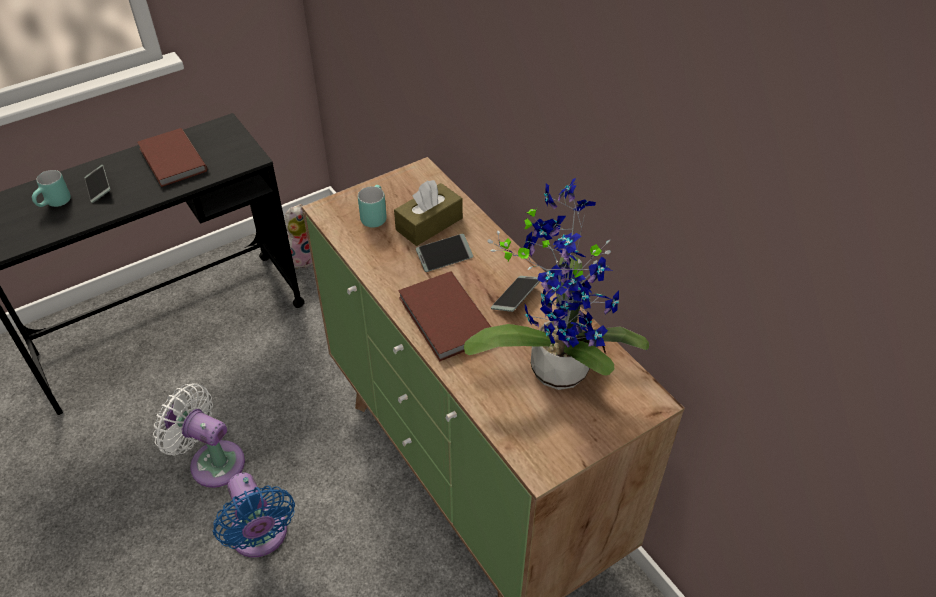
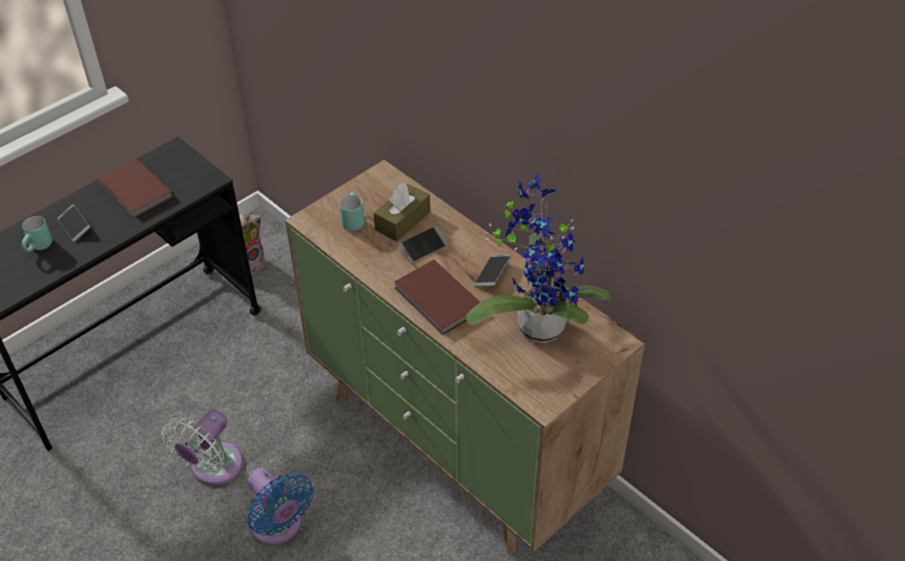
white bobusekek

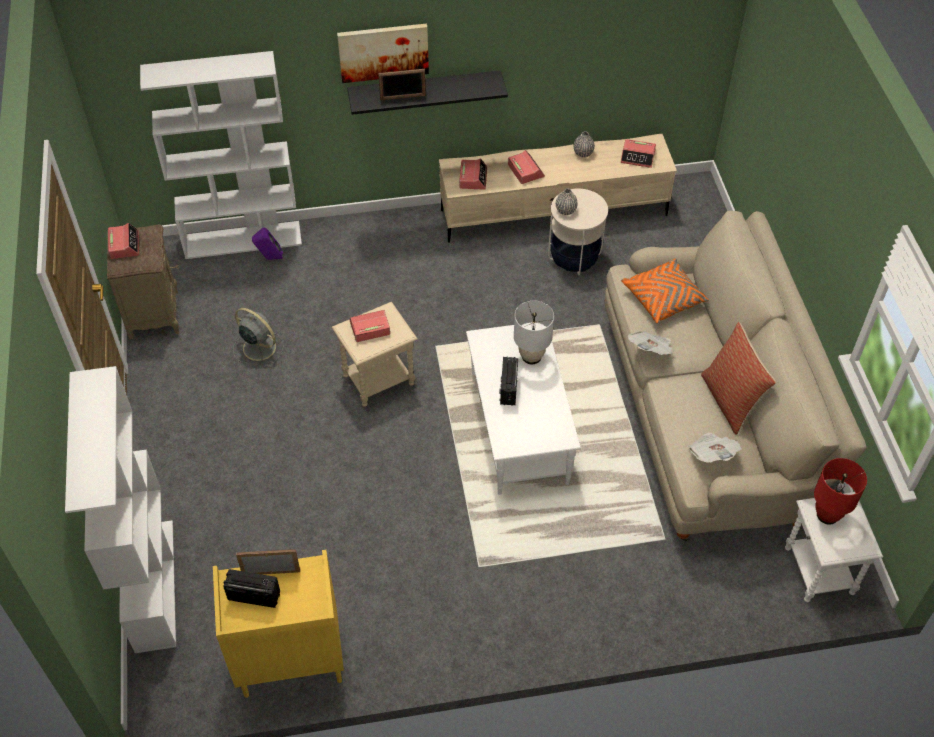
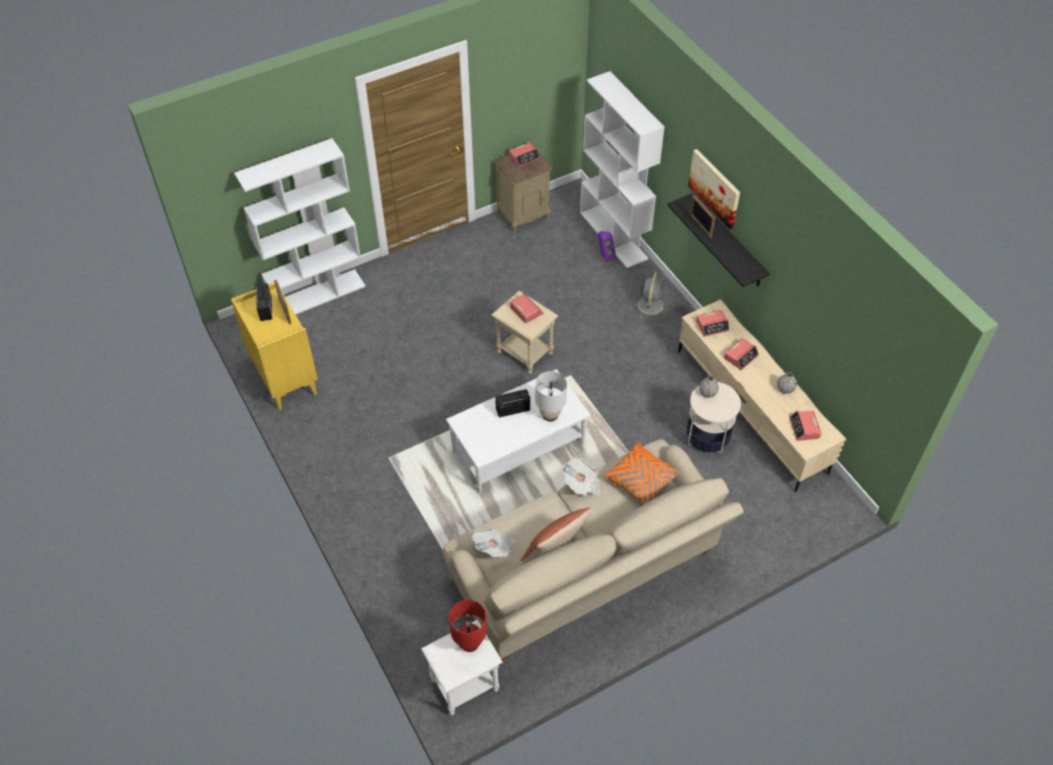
grey bobusekek

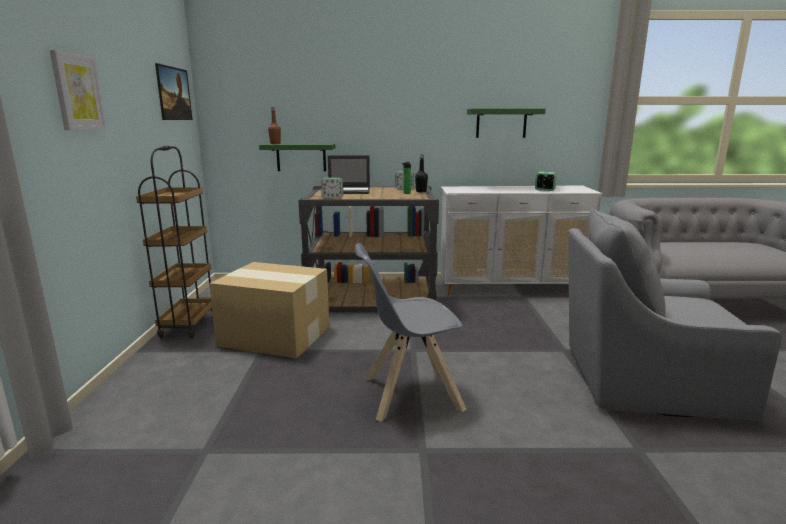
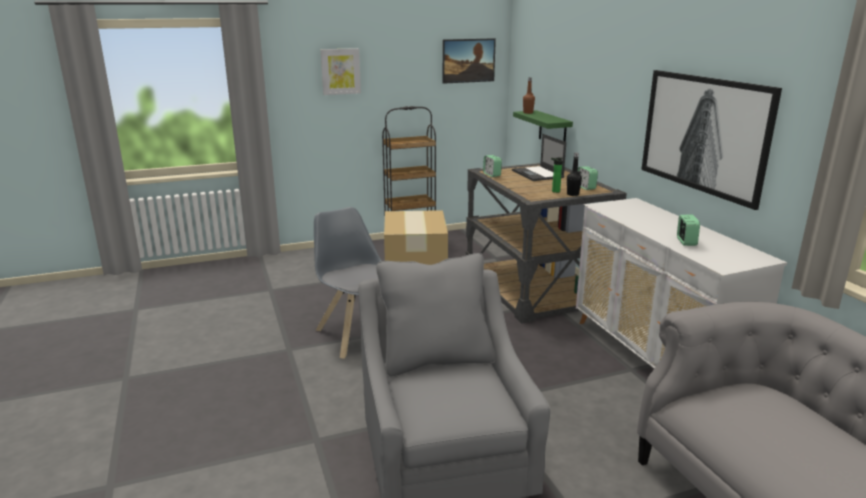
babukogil (no. 3 from left)

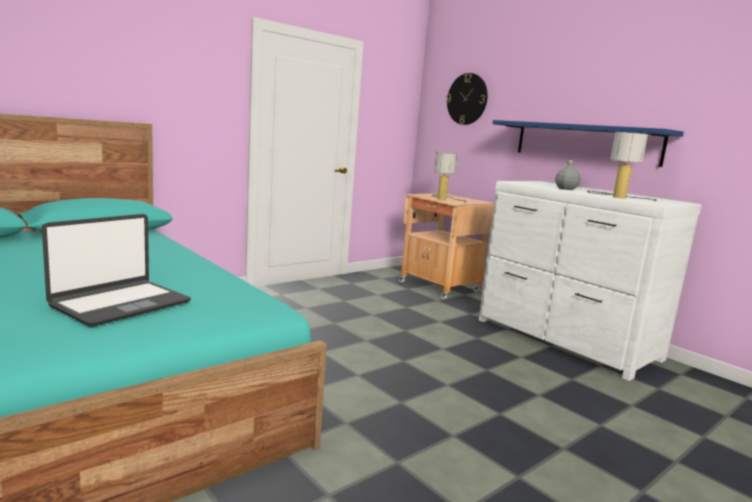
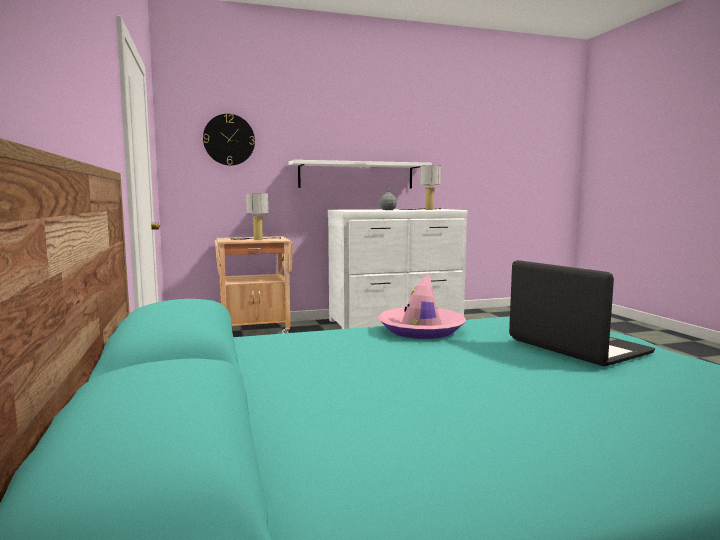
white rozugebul
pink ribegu

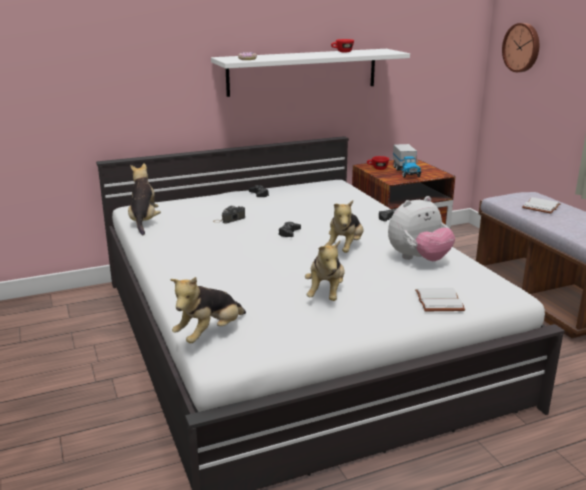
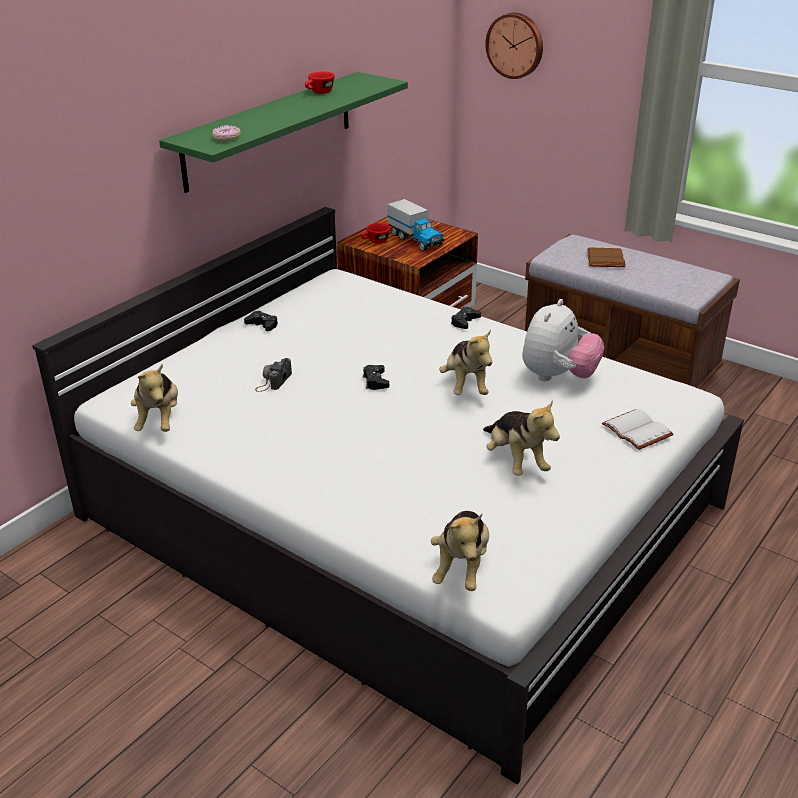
green rozugebul
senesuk (no. 1 from left)
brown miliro

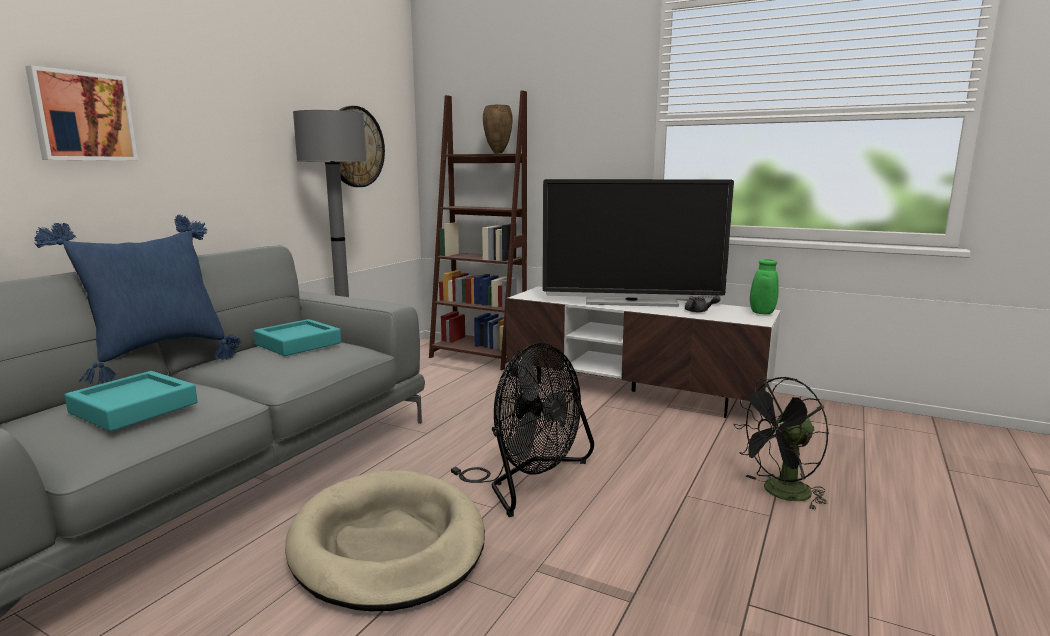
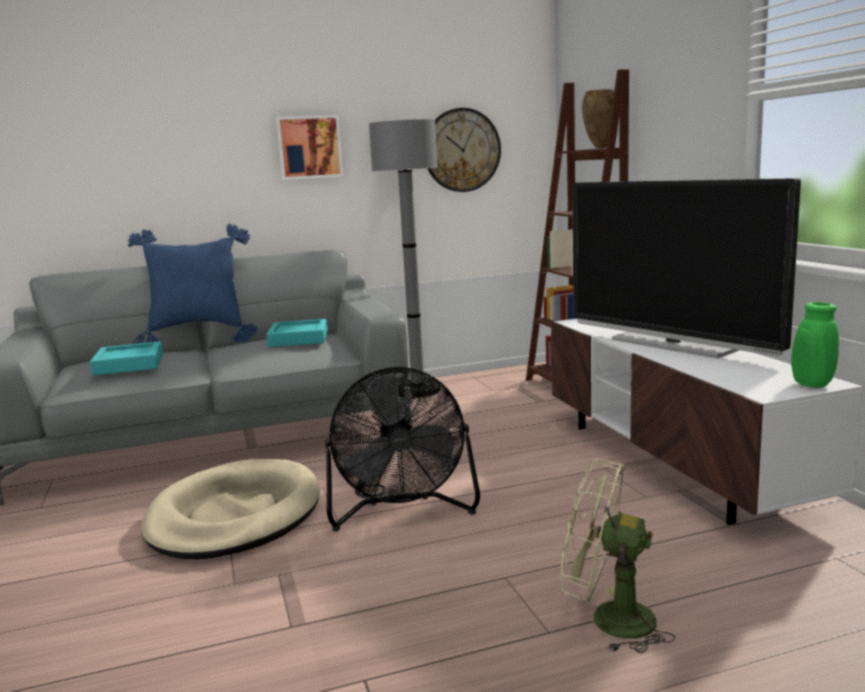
babukogil
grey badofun
green bobusekek

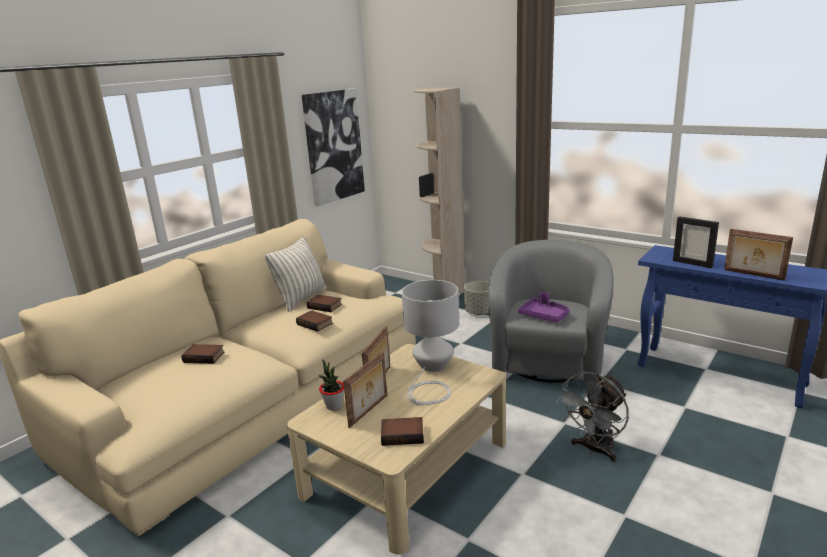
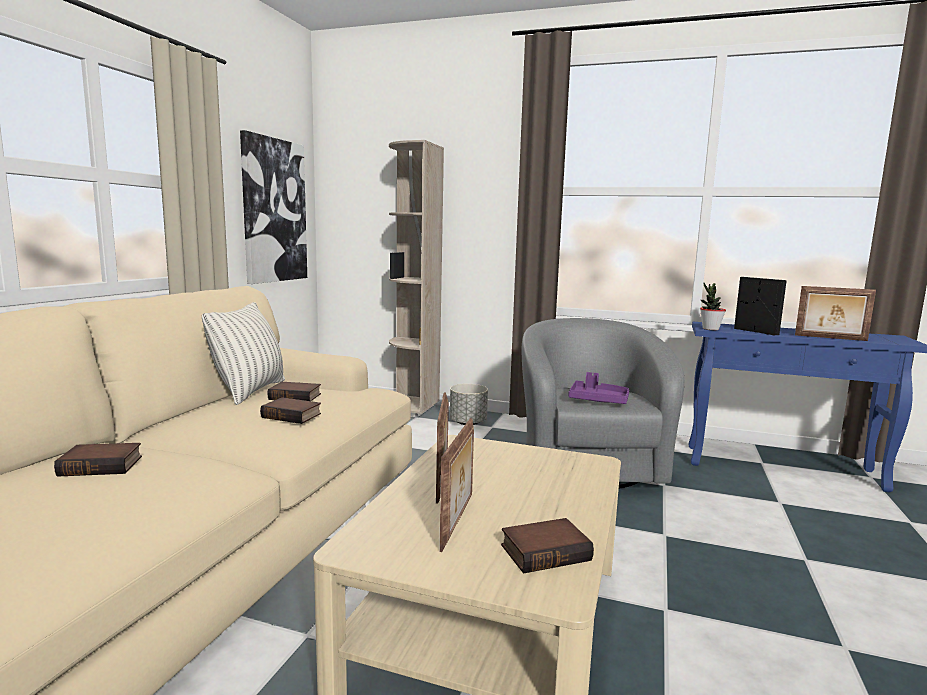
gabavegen (no. 3 from left)
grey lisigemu
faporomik
grey bobusekek

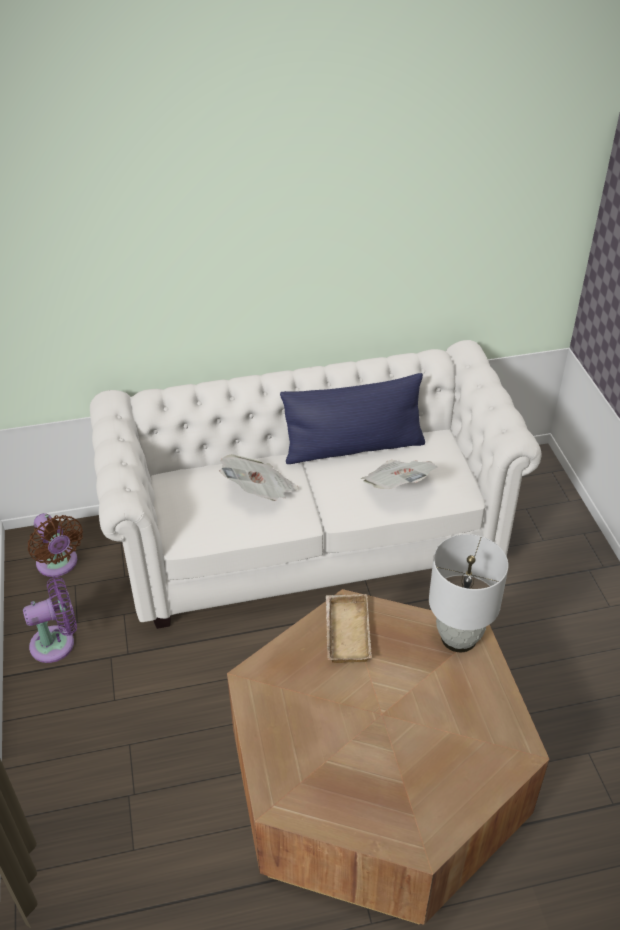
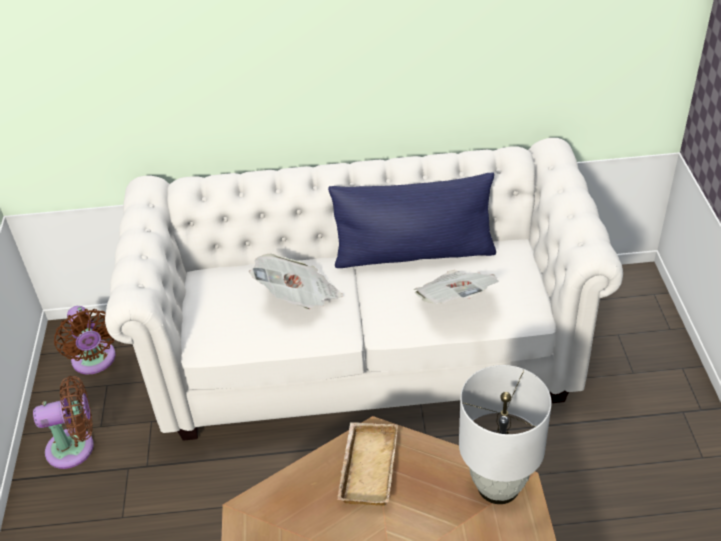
brown bobusekek (no. 1 from left)

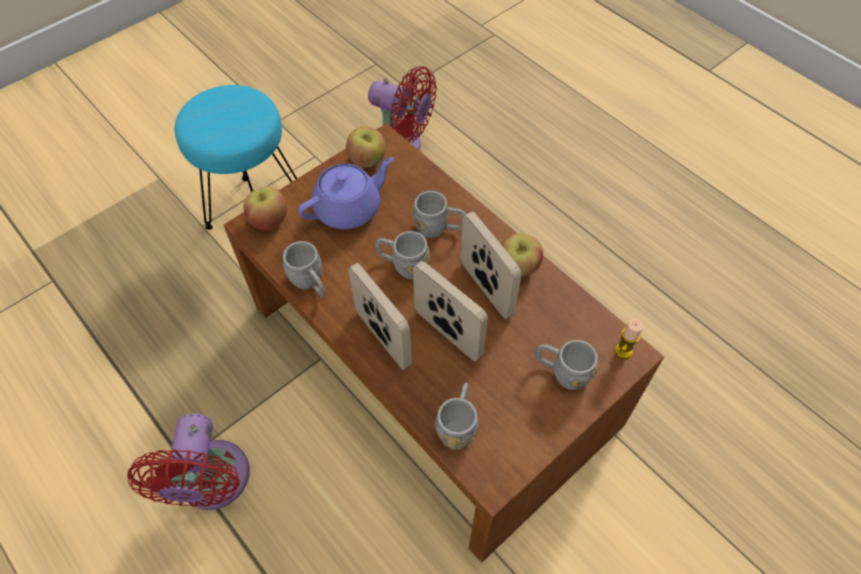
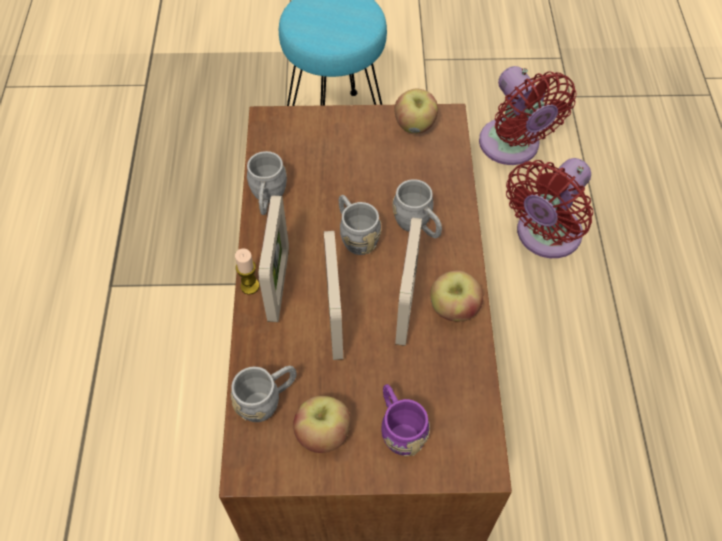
purple badofun
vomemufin (no. 1 from left)
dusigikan
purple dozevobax
red bobusekek (no. 2 from left)

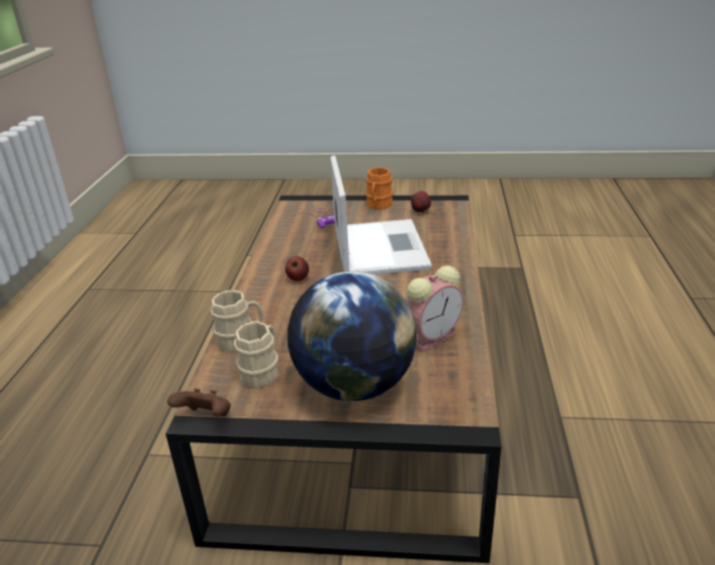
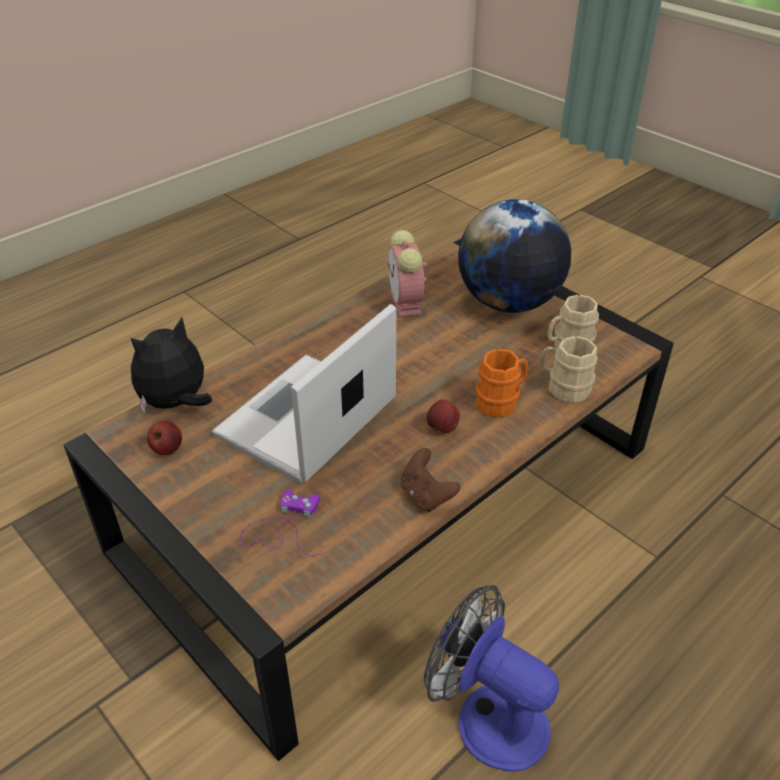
orange dozevobax
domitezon
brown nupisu
senesuk
bobusekek

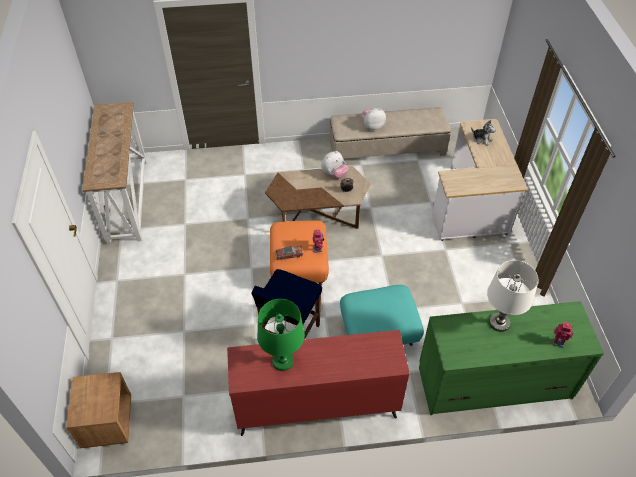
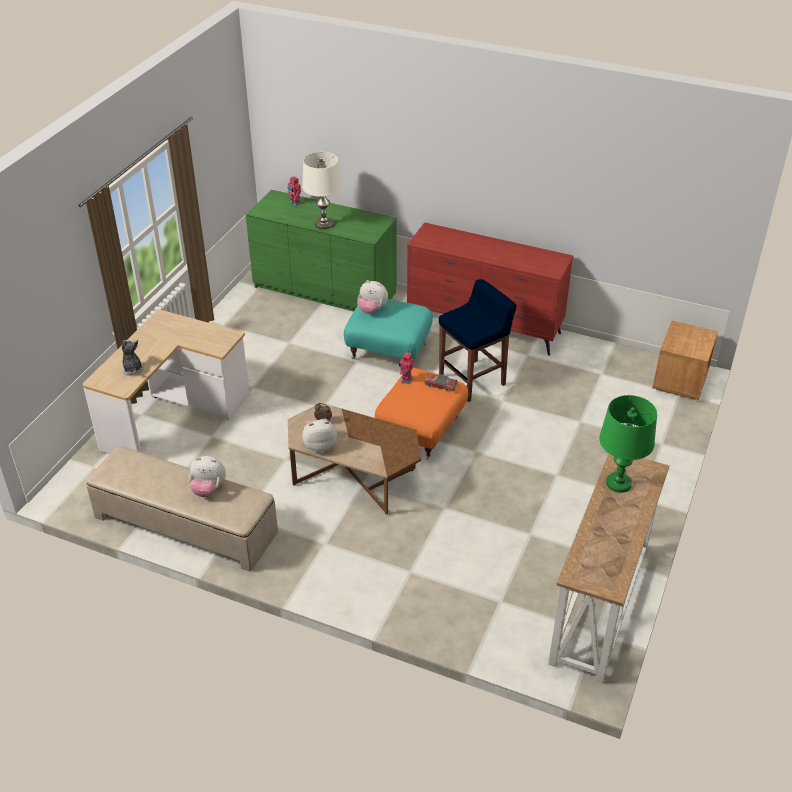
green lisigemu
senesuk (no. 4 from left)

